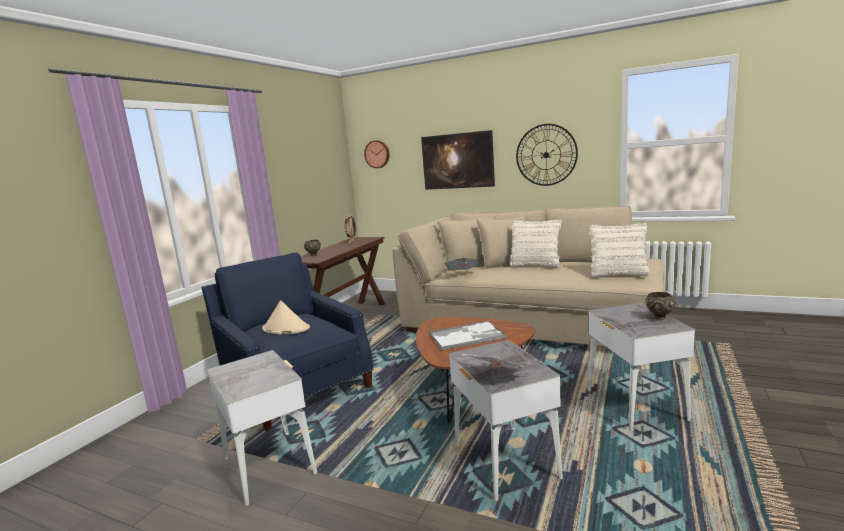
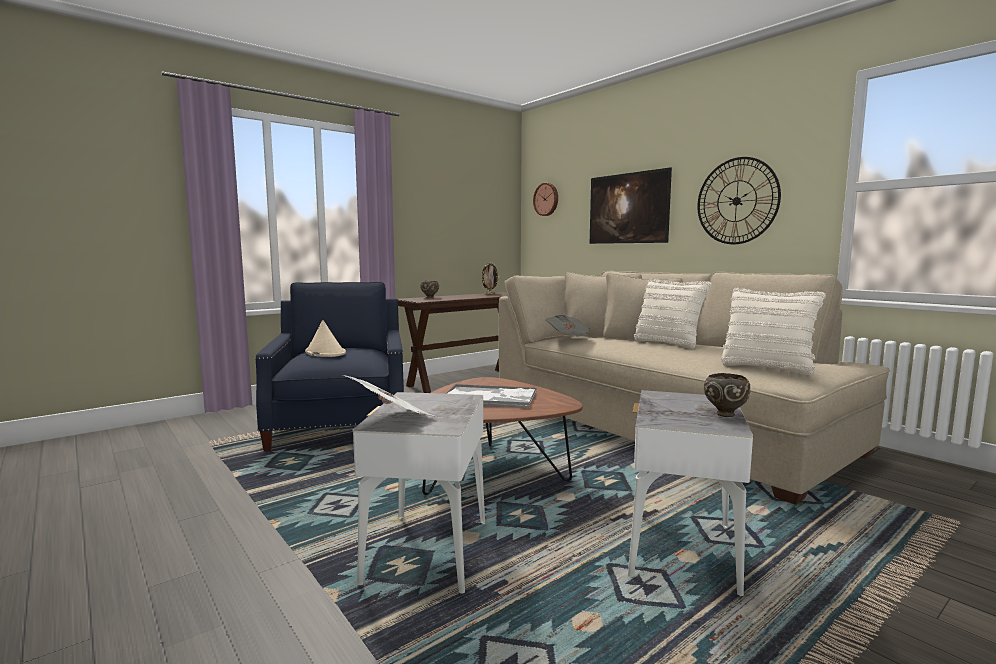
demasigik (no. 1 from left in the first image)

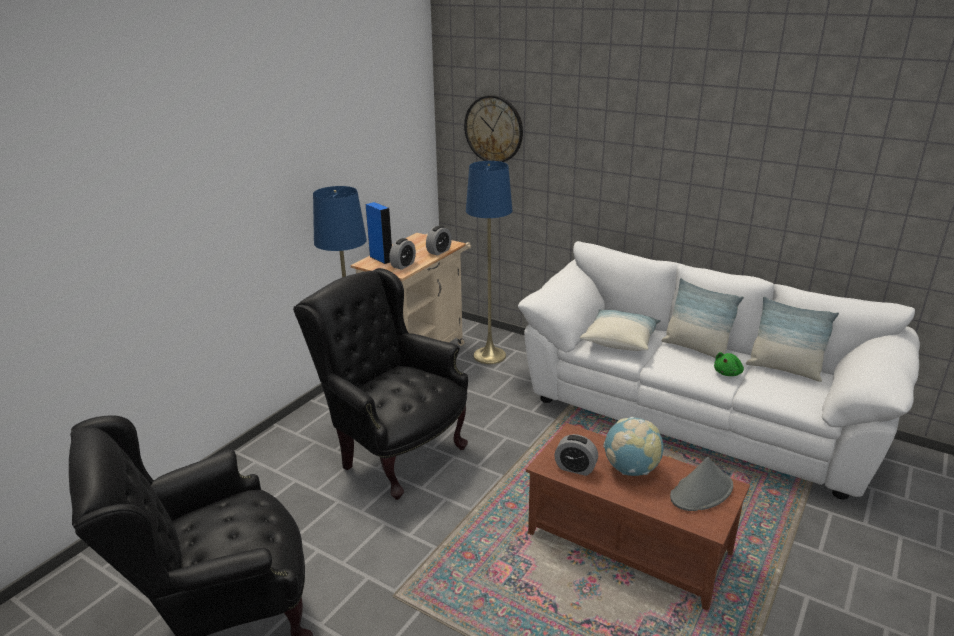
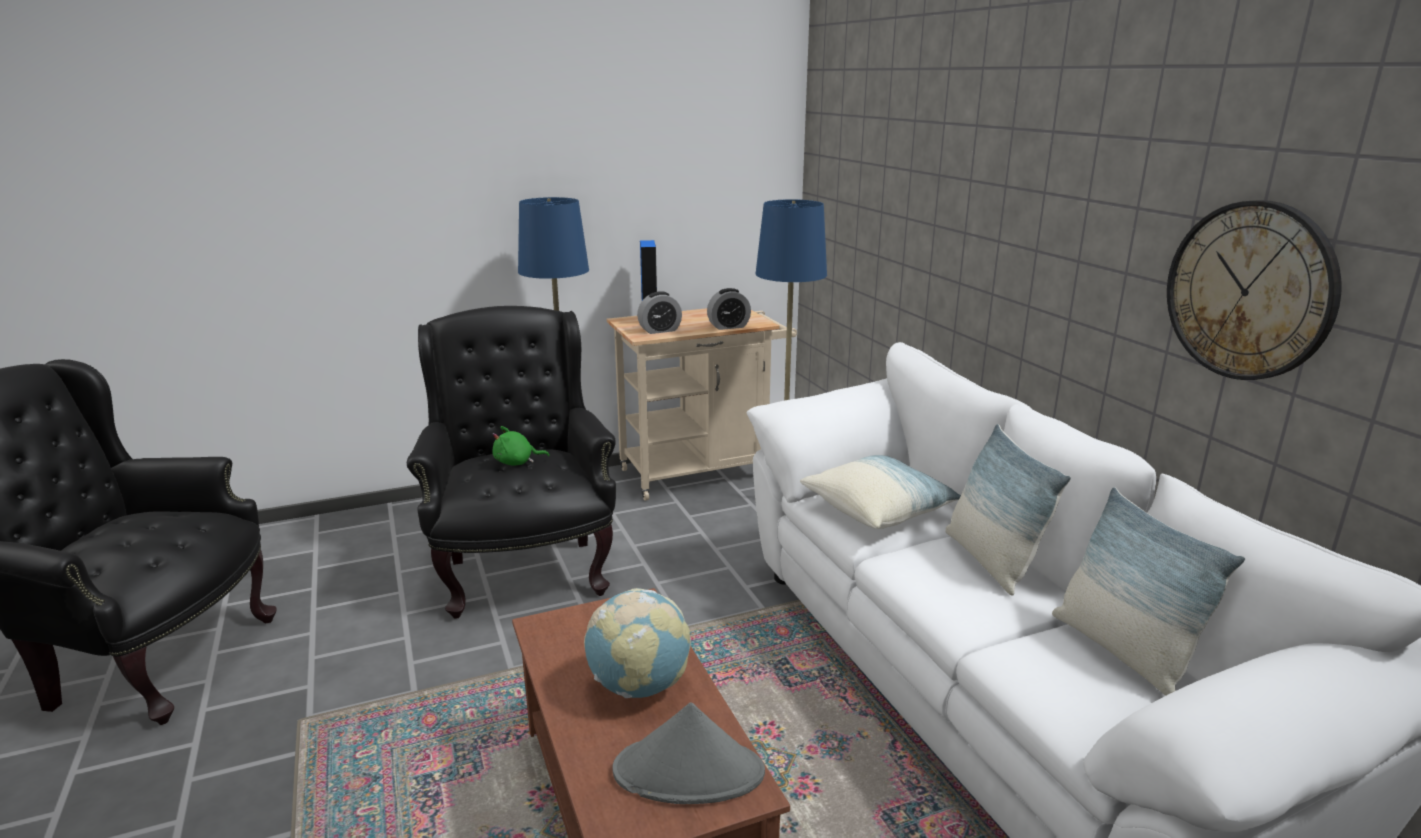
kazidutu
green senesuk
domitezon (no. 3 from left in the first image)

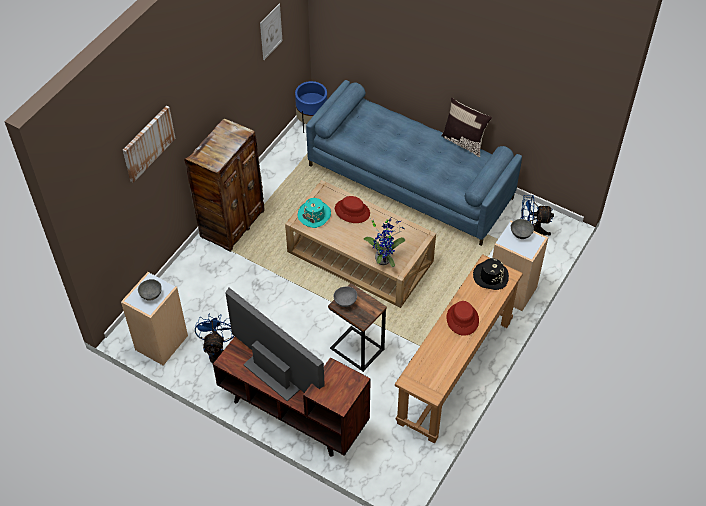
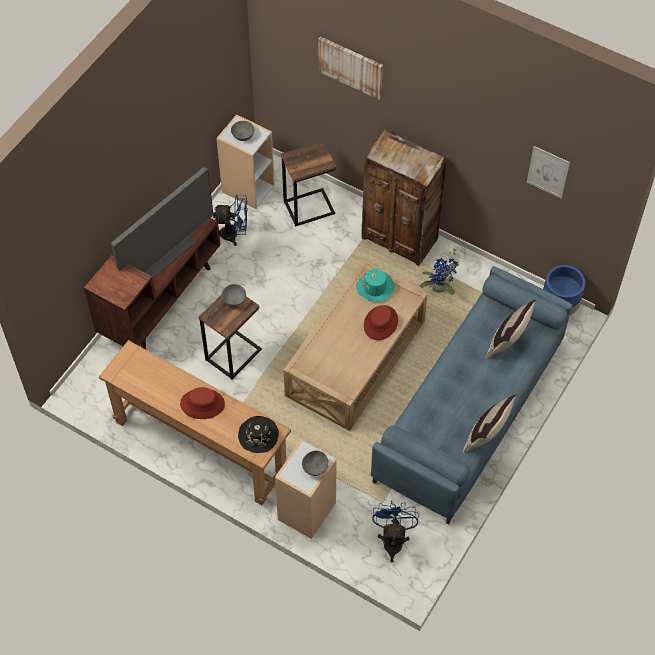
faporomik
demasigik (no. 2 from left)
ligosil (no. 2 from left)

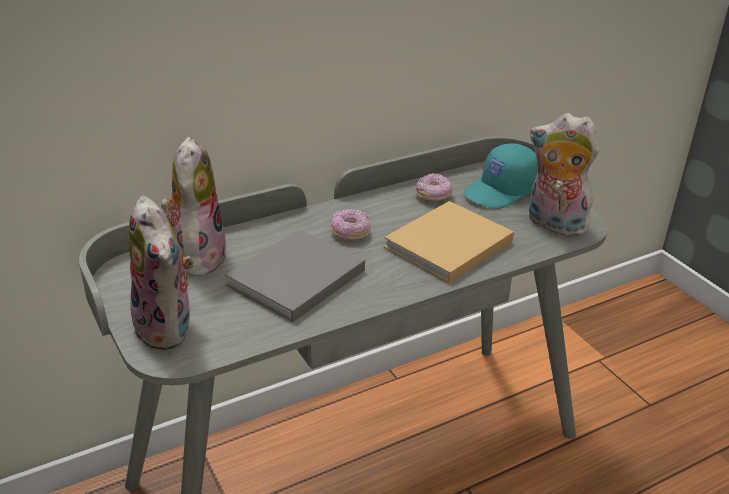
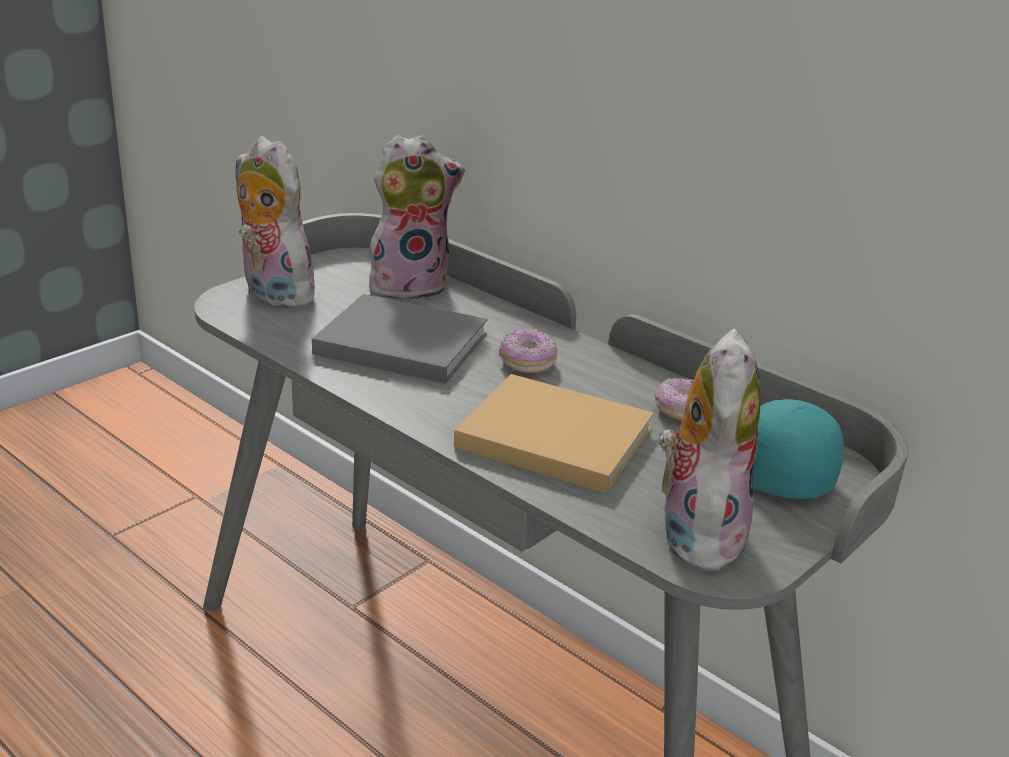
senesuk (no. 1 from left)

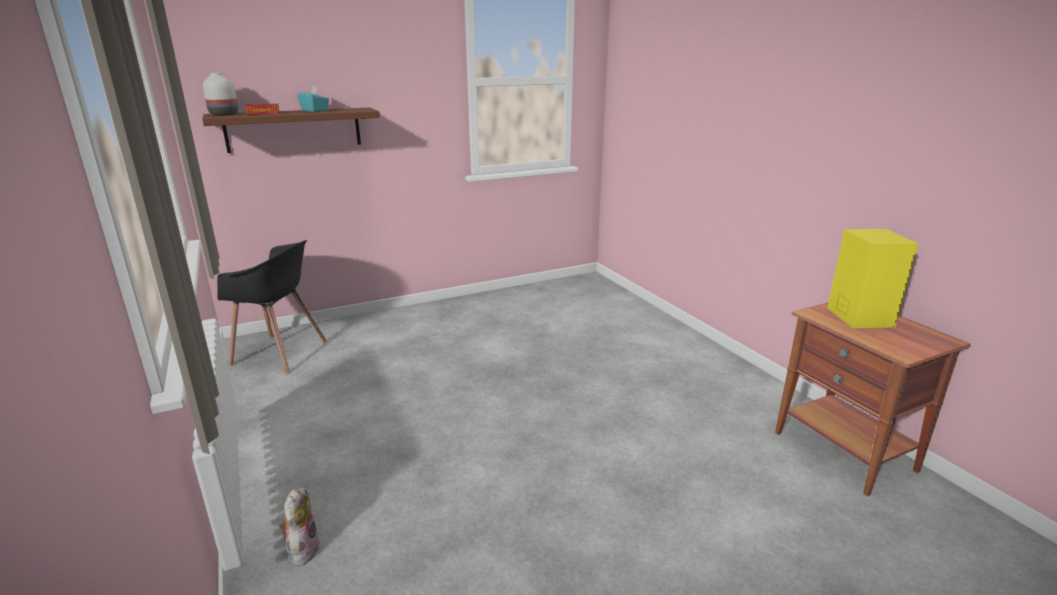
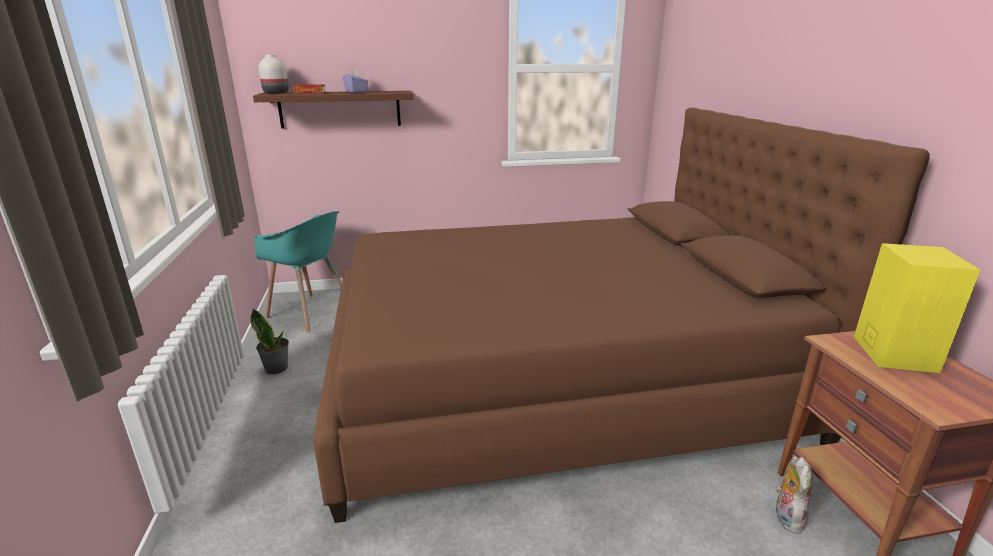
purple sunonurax
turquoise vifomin
senesuk
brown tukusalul
faporomik

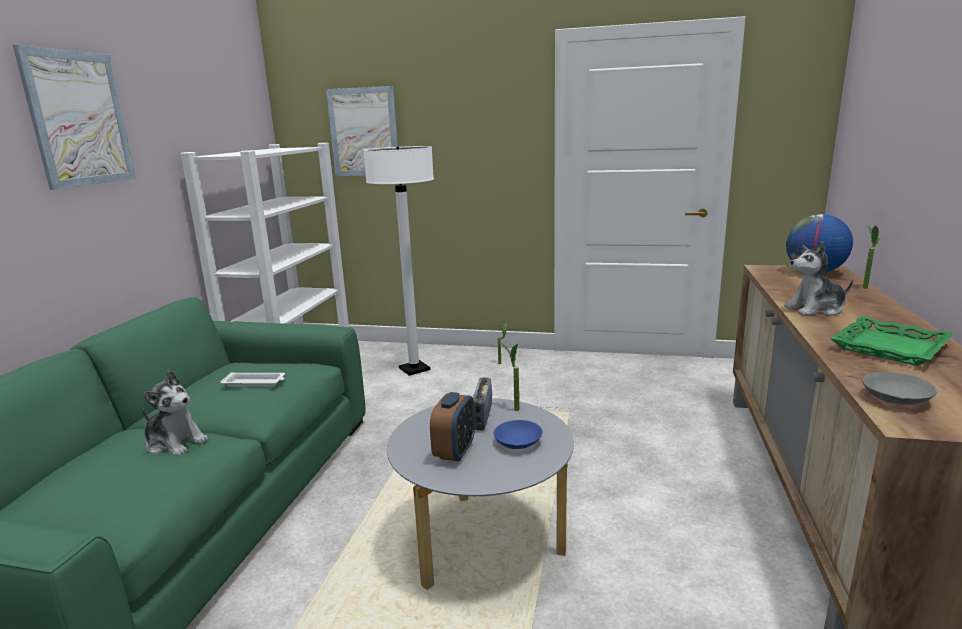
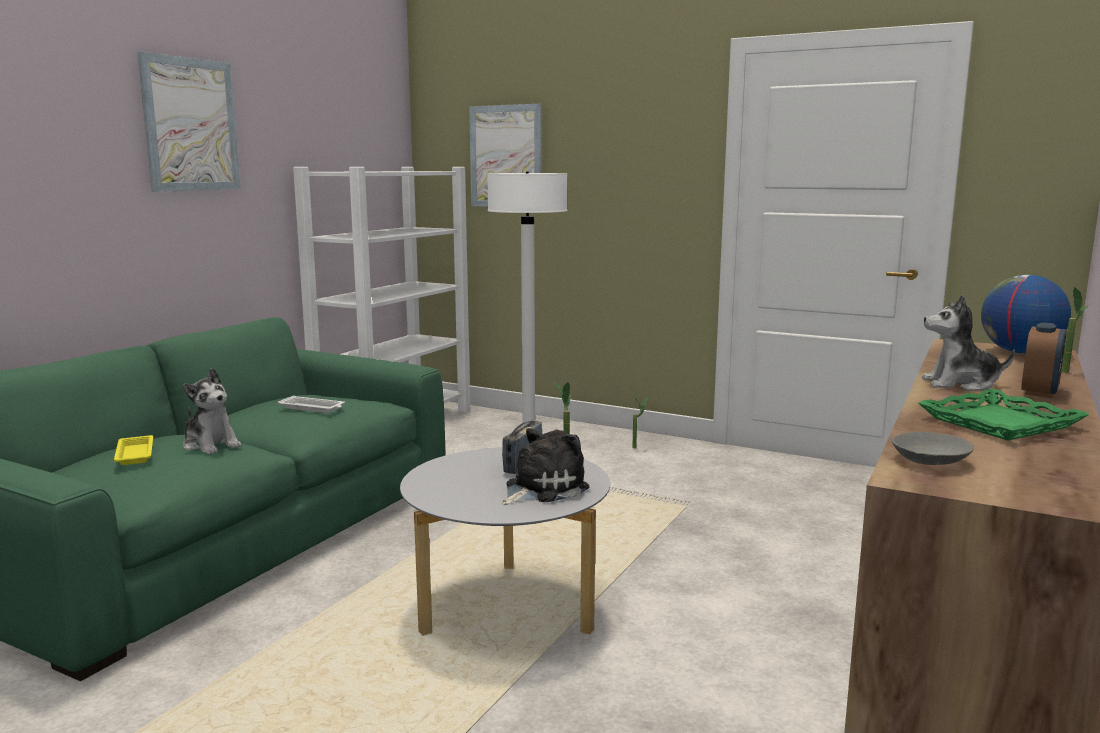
domitezon
senesuk (no. 2 from left)
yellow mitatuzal

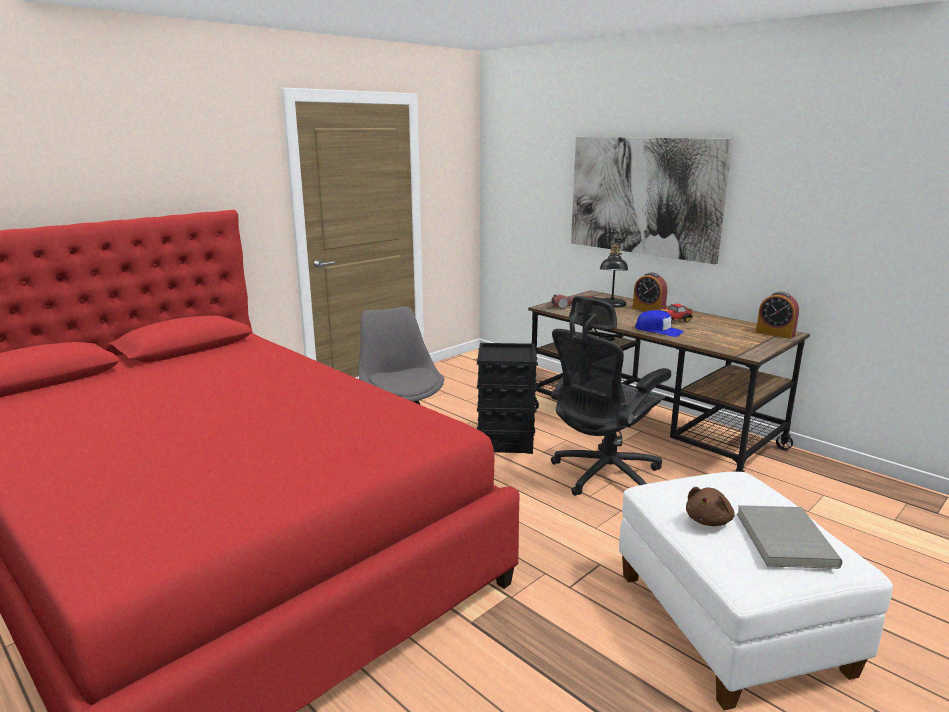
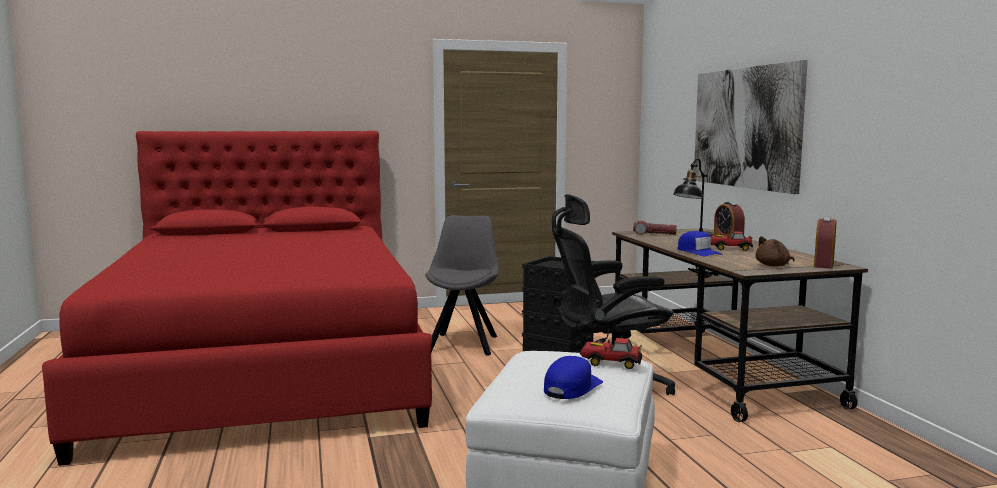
domitezon (no. 2 from left)
brown senesuk
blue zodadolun (no. 1 from left)
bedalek (no. 1 from left)

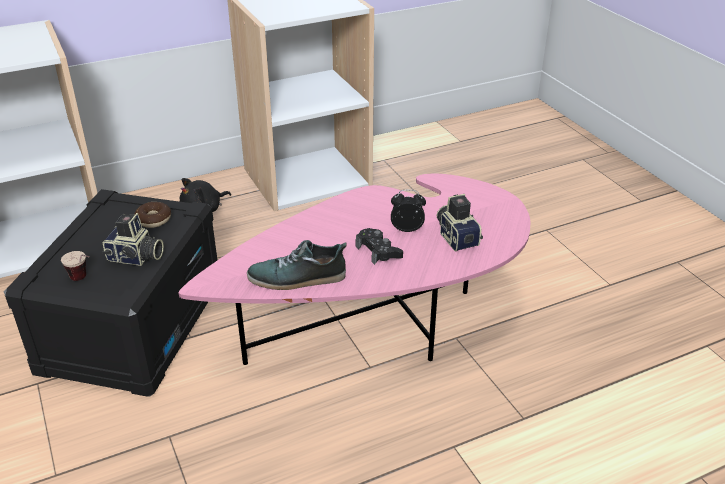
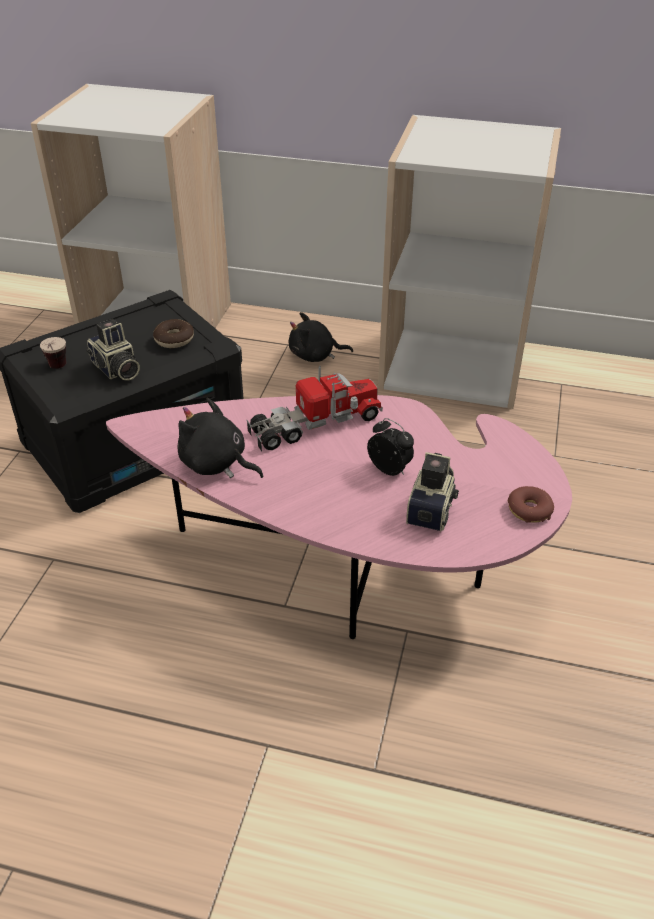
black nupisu
black senesuk (no. 1 from left)
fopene
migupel (no. 2 from left)

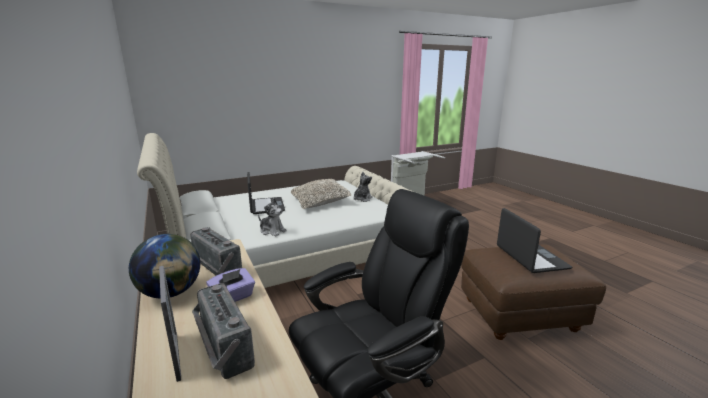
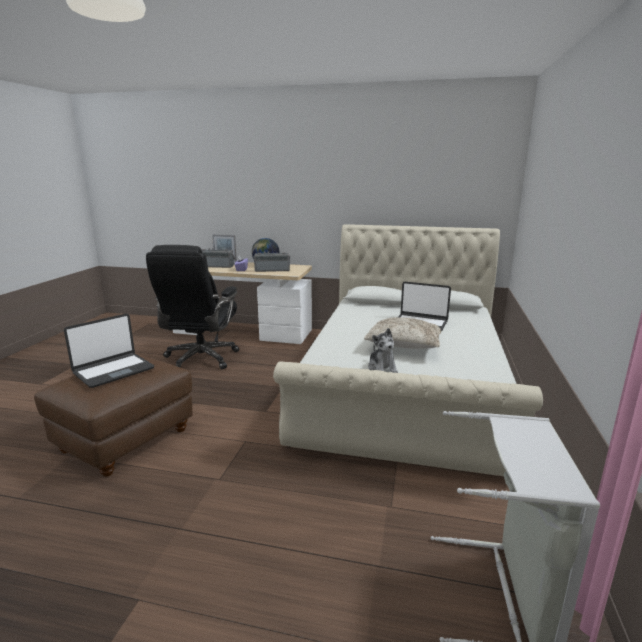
senesuk (no. 1 from left in the first image)
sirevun (no. 1 from left)

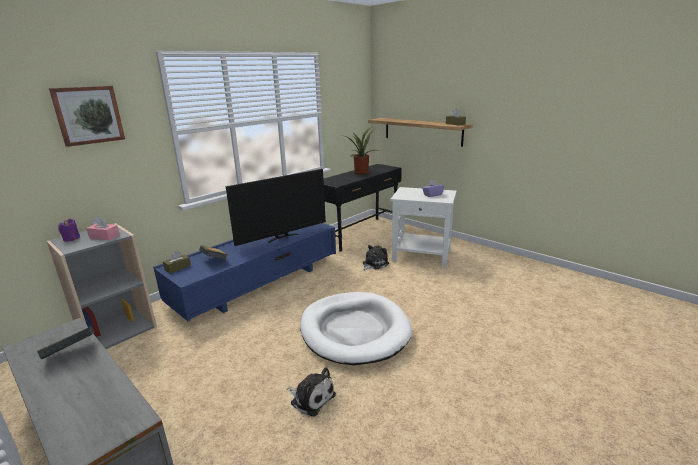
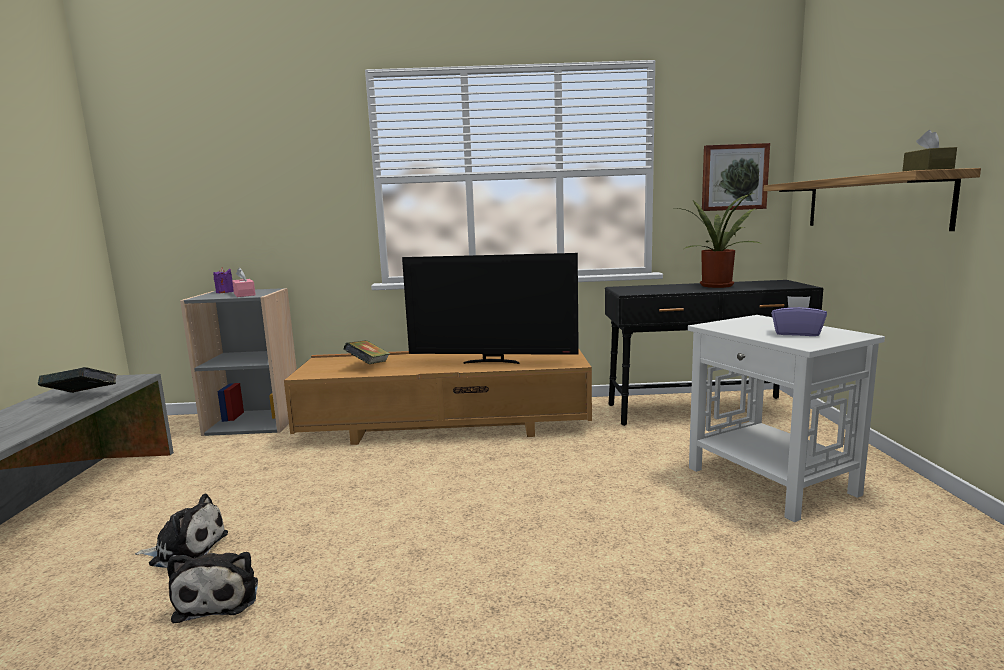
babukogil
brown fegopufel
senesuk (no. 1 from left)
brown sunonurax (no. 1 from left in the first image)
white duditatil

